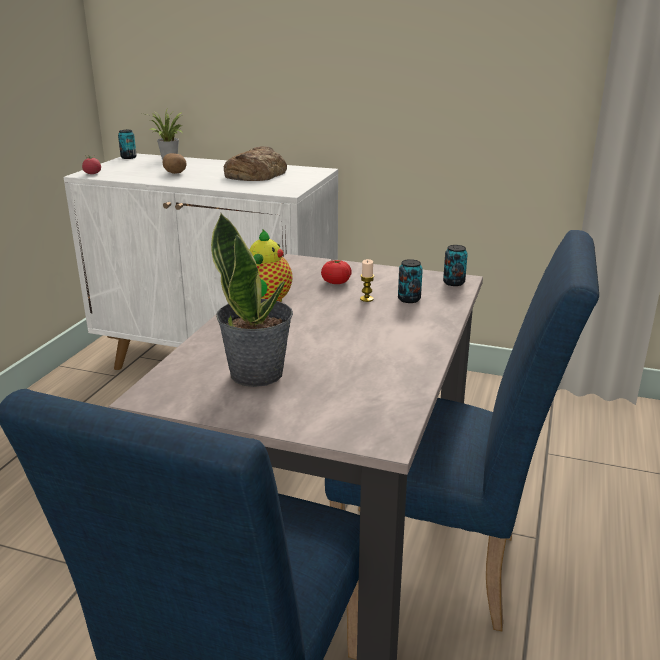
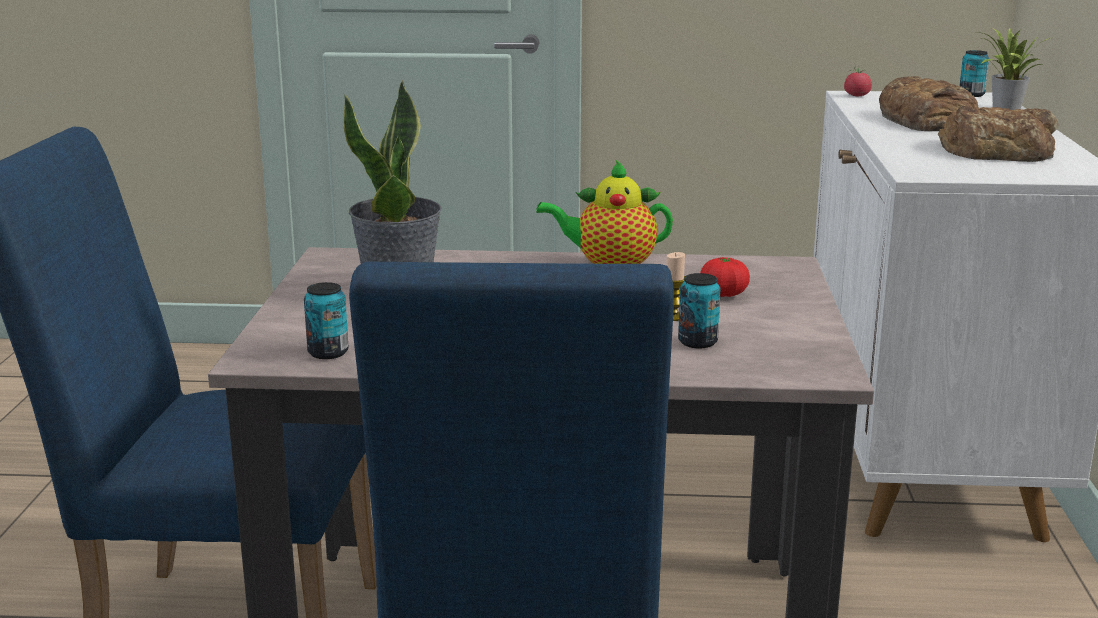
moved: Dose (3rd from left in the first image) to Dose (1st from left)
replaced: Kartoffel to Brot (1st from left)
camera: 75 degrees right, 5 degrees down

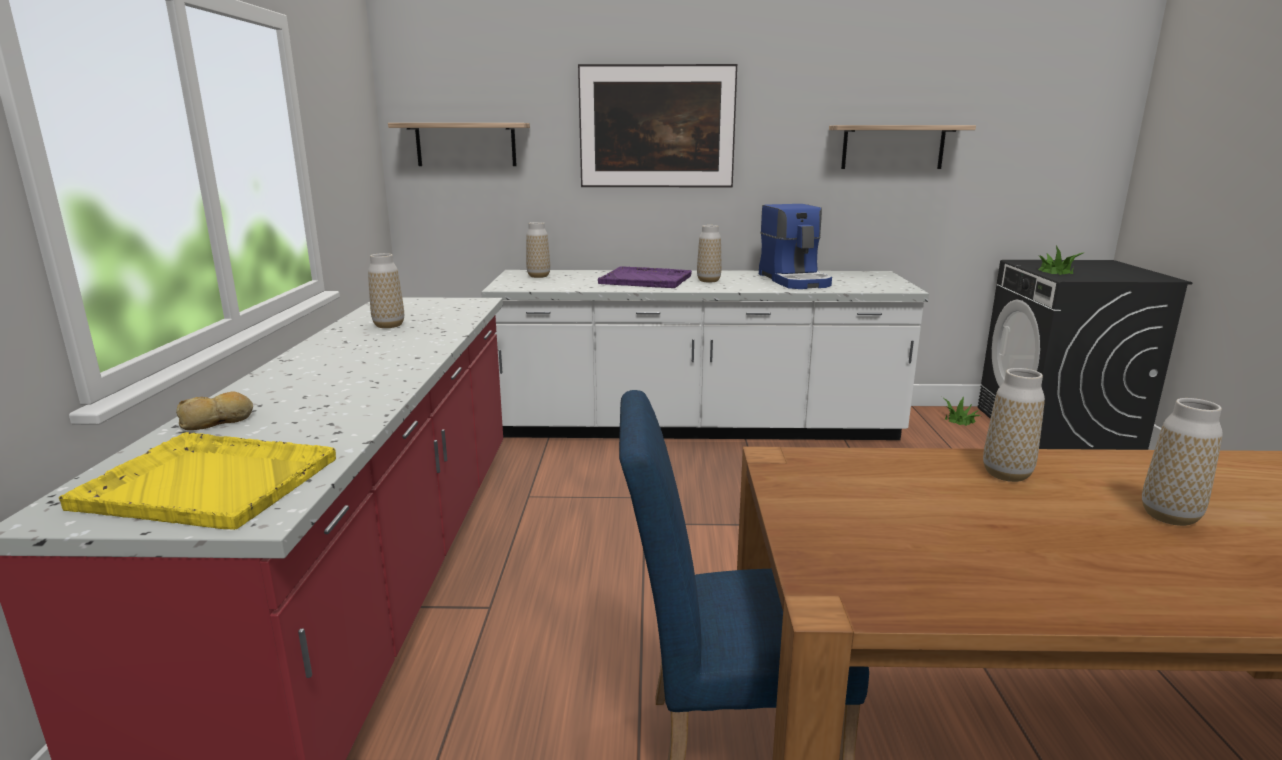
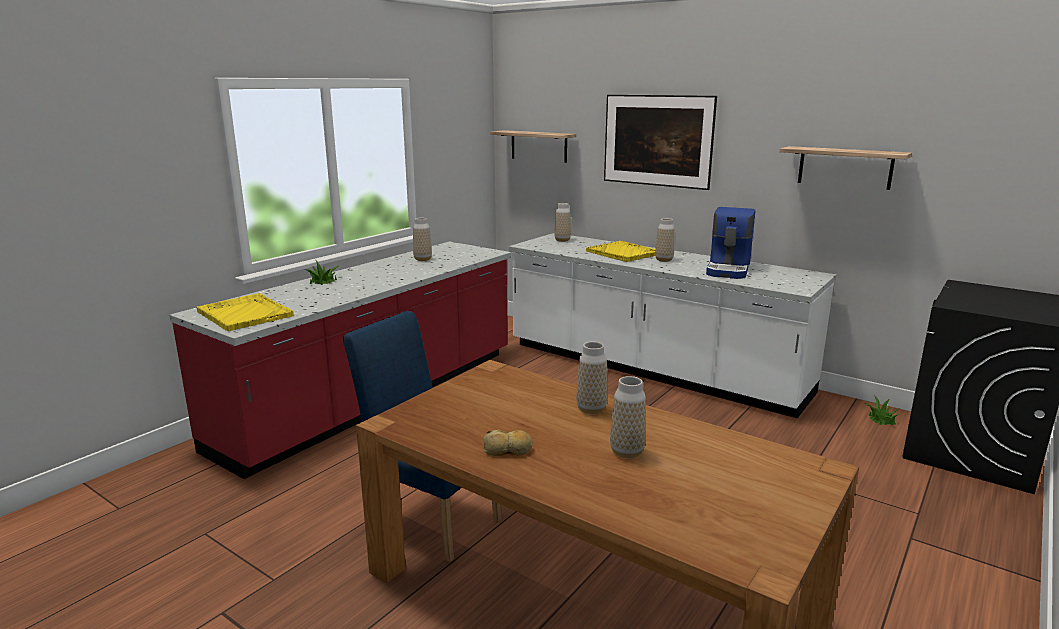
moved: Topfpflanze (2nd from left in the first image) to Topfpflanze (1st from left); Brot
recoloured: Tablett (lila) to Tablett (gelb) (2nd from left)
camera: 35 degrees right, 0 degrees up

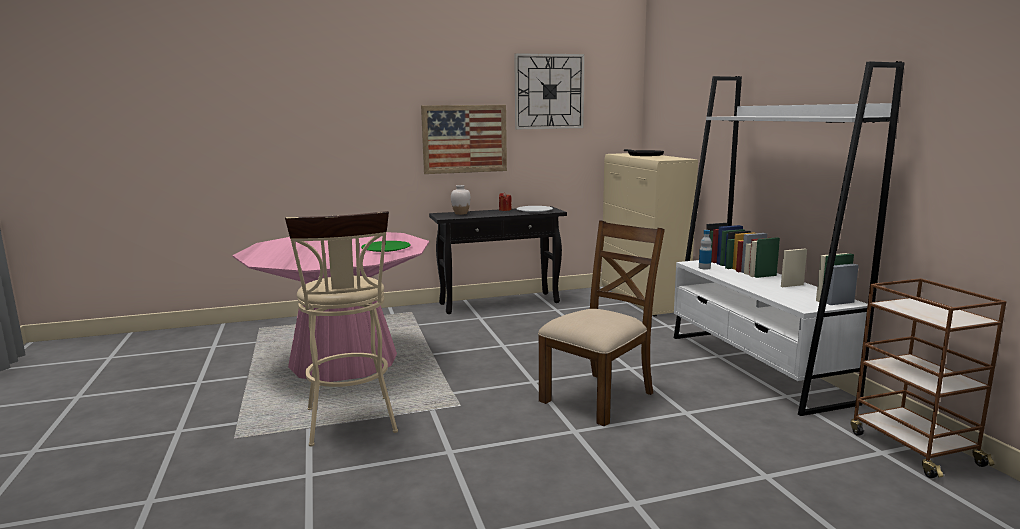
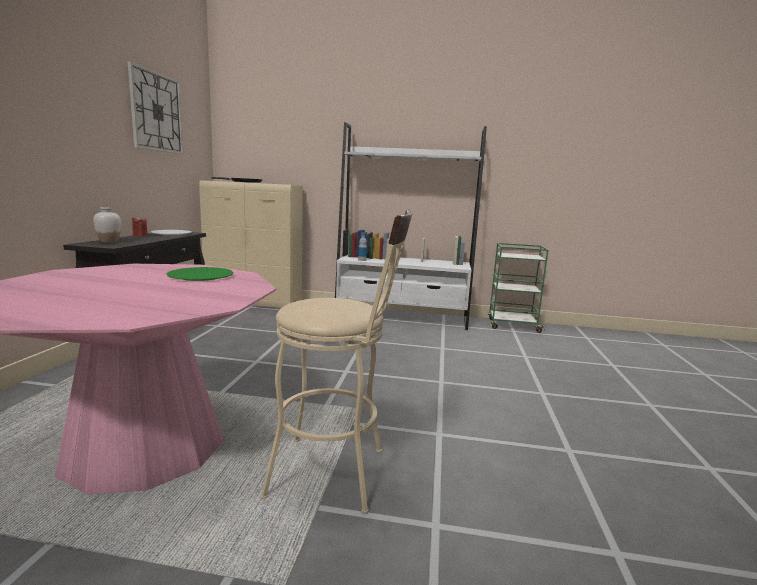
removed: Bild; Stuhl (braun)
recoloured: Rollwagen (braun) to Rollwagen (grün)
camera: 65 degrees left, 0 degrees up

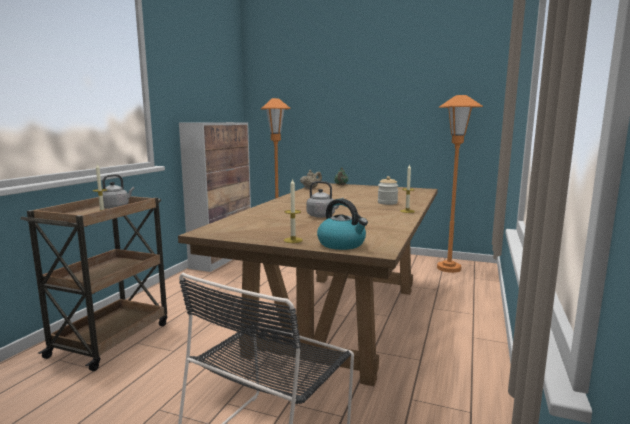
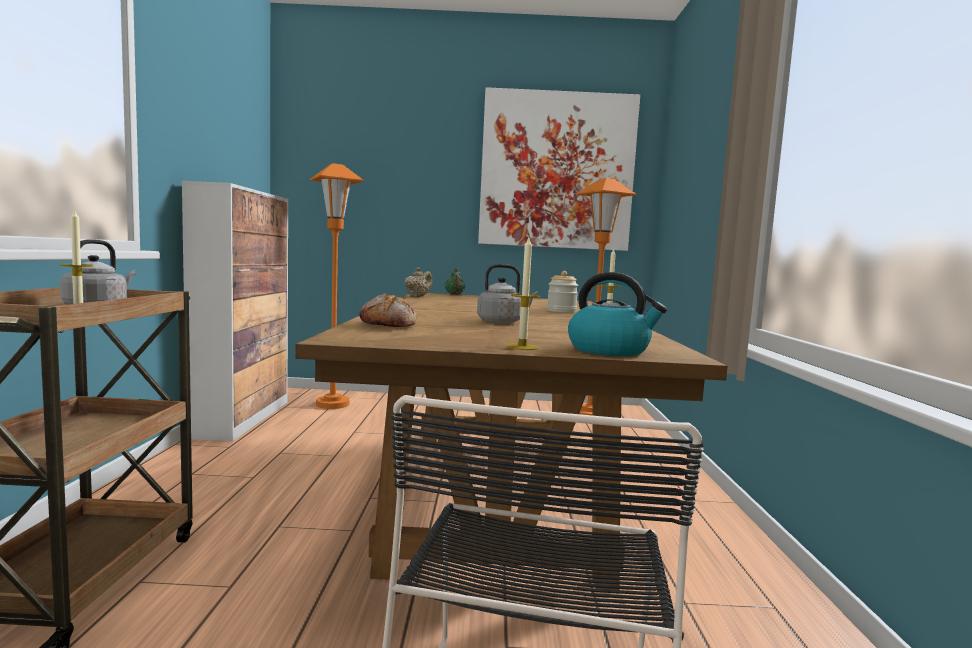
added: Brot; Bild
camera: 20 degrees left, 5 degrees down

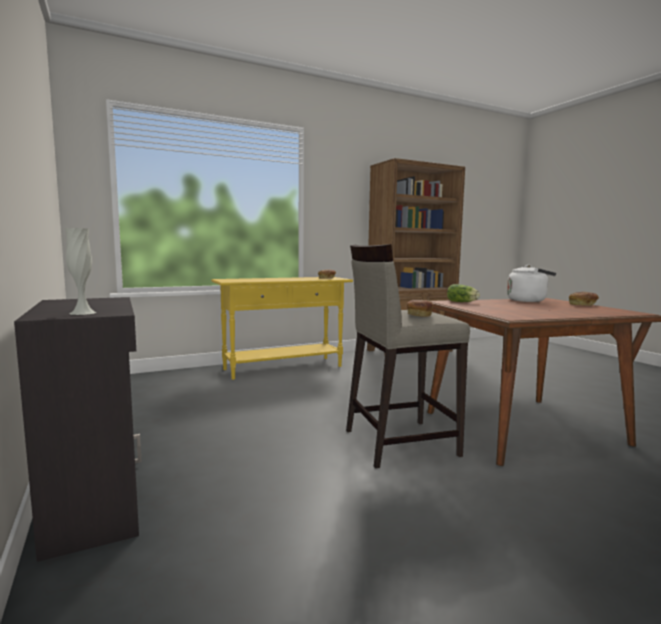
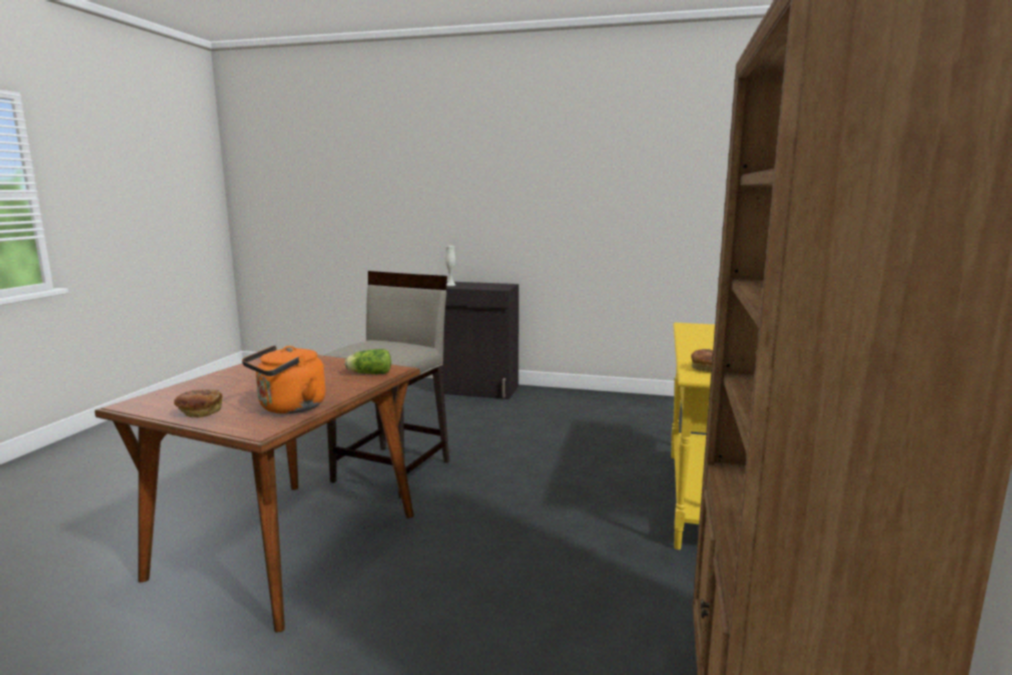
removed: Brot (2nd from left)
recoloured: Wasserkessel (weiß) to Wasserkessel (orange)
camera: 130 degrees right, 5 degrees up

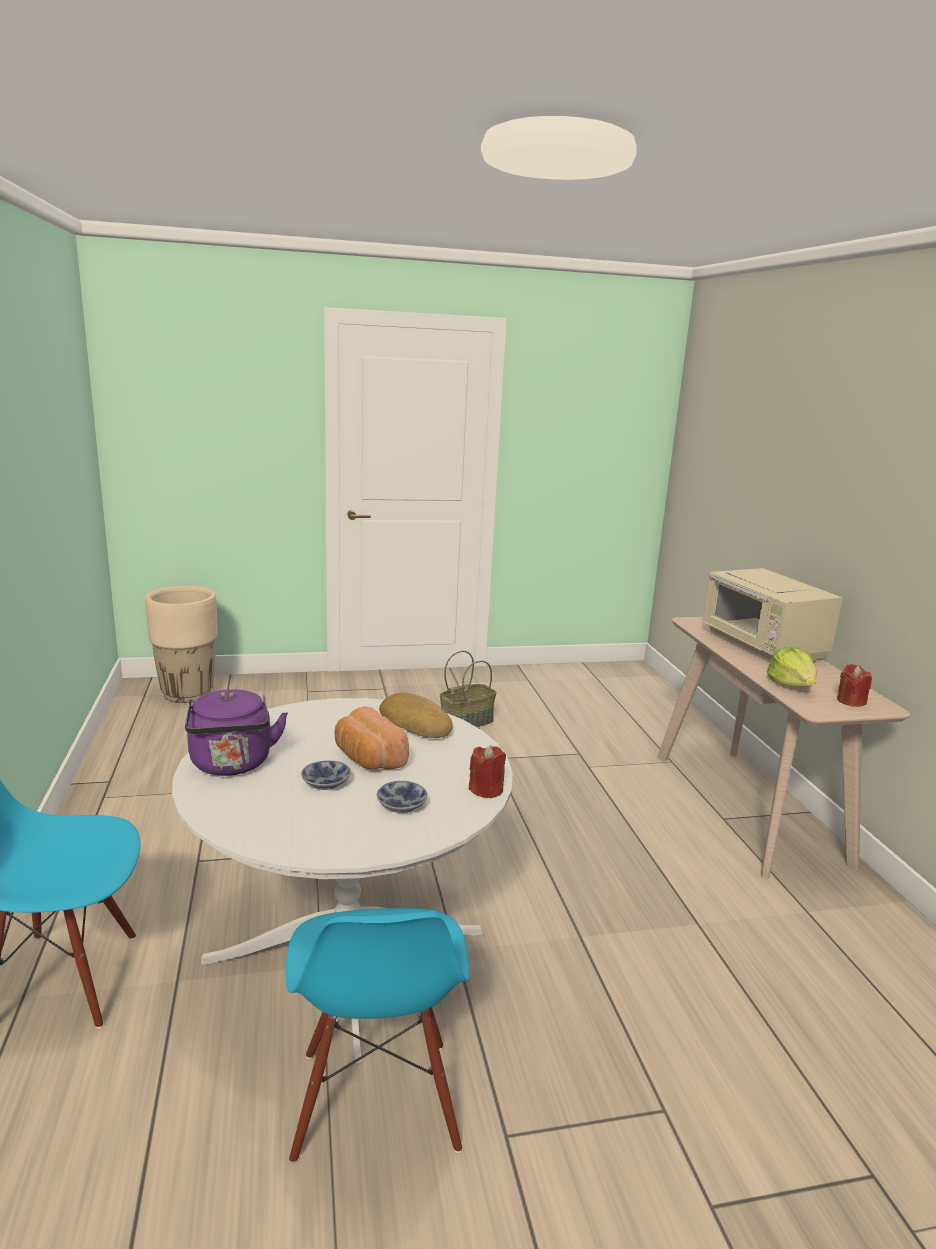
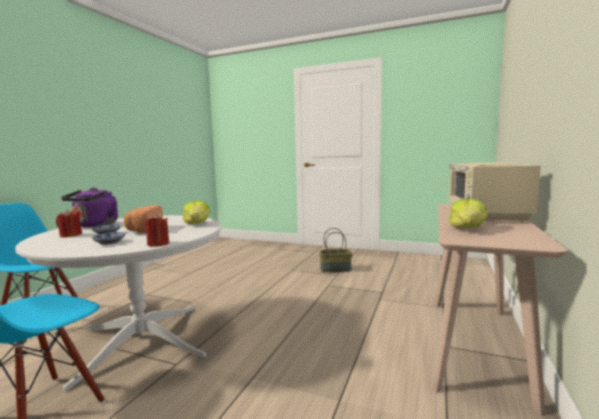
removed: Pflanzkübel (beige)
moved: Kerze (rot) (2nd from left in the first image) to Kerze (rot) (1st from left)
replaced: Brot (2nd from left) to Salatkopf (1st from left)
camera: 35 degrees right, 10 degrees down

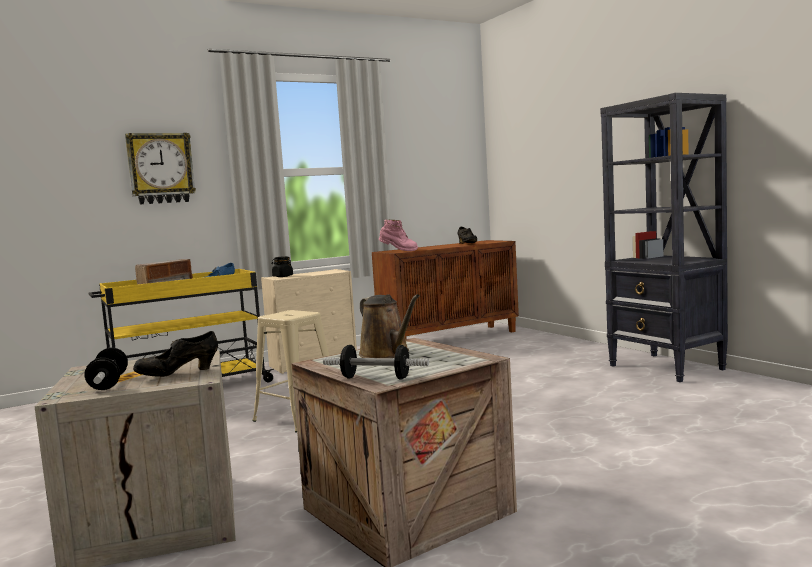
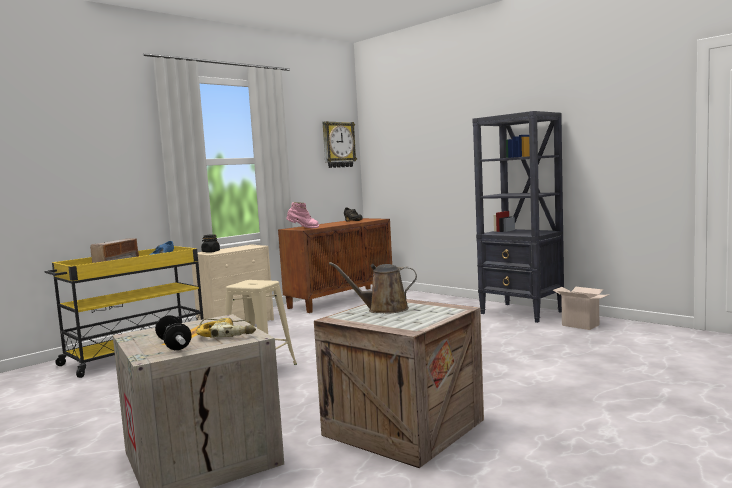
removed: Hantel (2nd from left)
added: Karton
moved: Wanduhr
replaced: Schuh (schwarz) (1st from left) to Bohrmaschine
turned: Gießkanne (braun) 135 degrees clockwise
camera: 15 degrees left, 0 degrees up

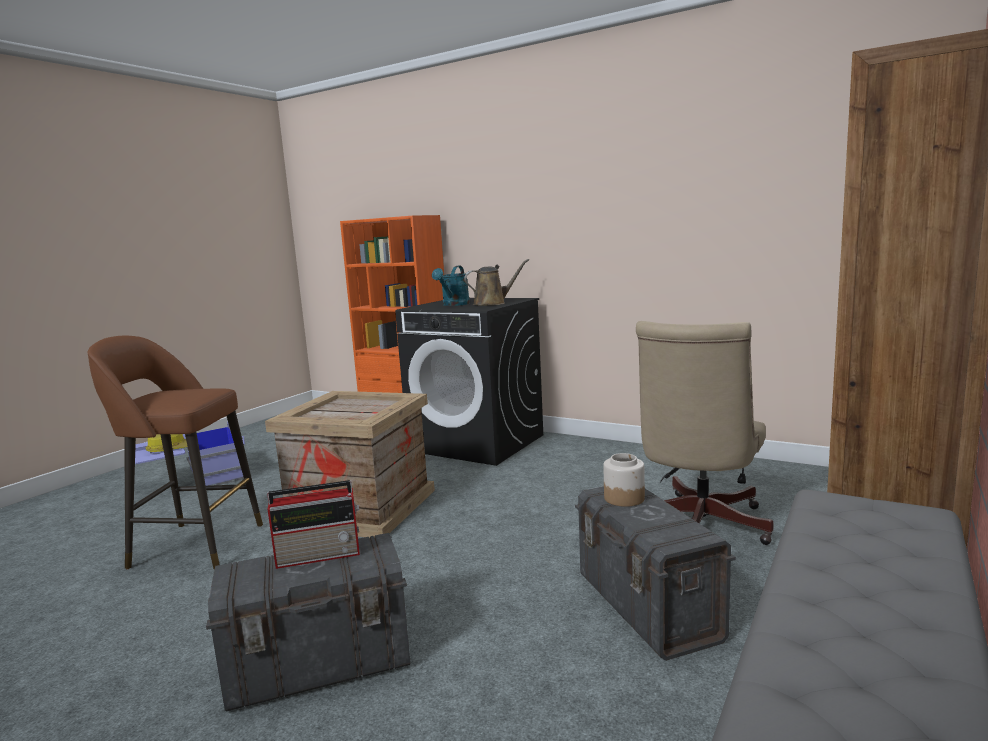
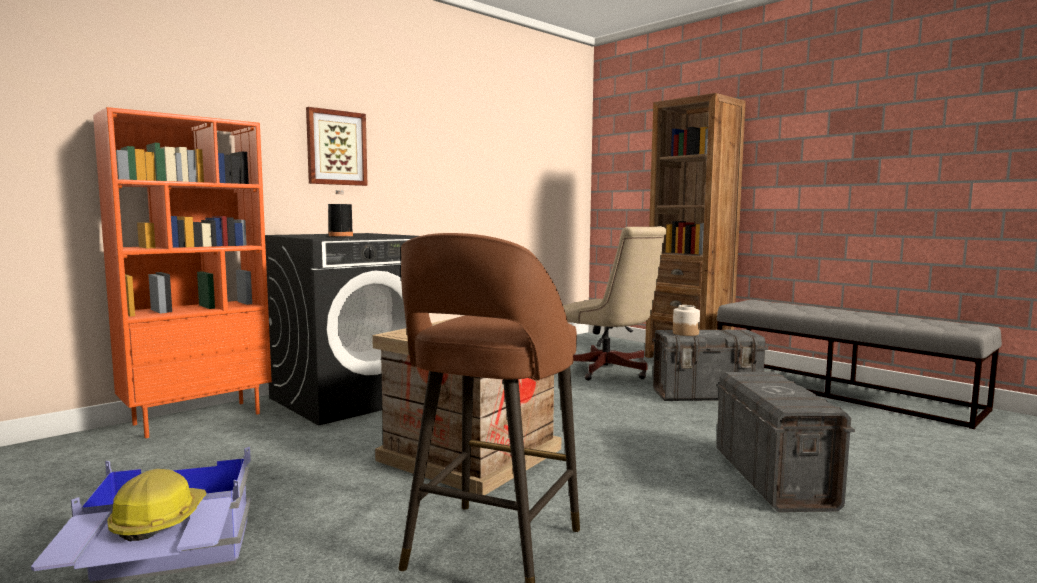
removed: Radio; Gießkanne (braun)
added: Bild
replaced: Gießkanne (türkis) to Flasche (schwarz)
camera: 75 degrees left, 5 degrees down

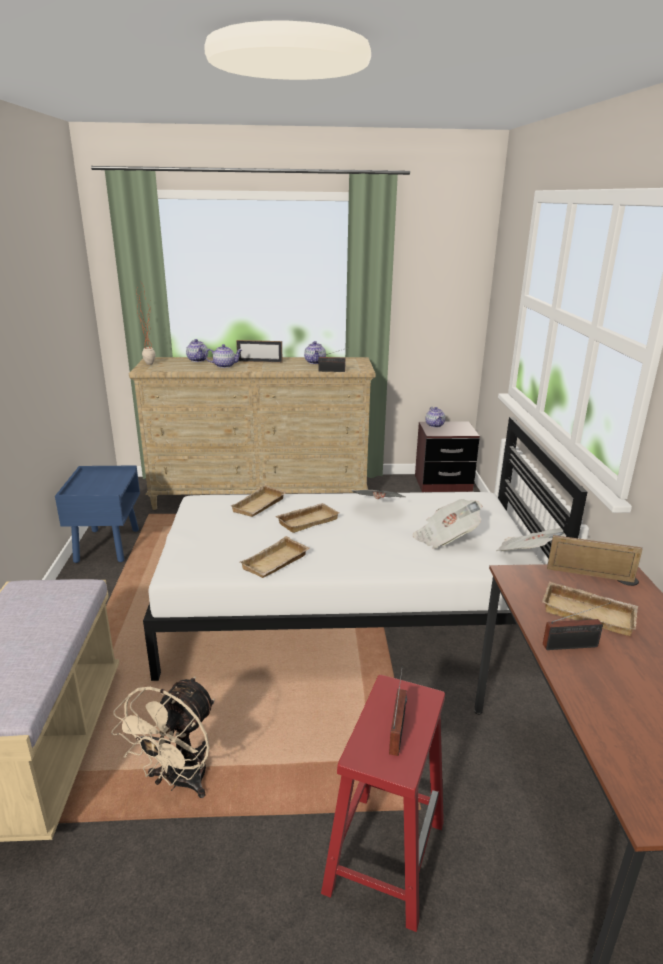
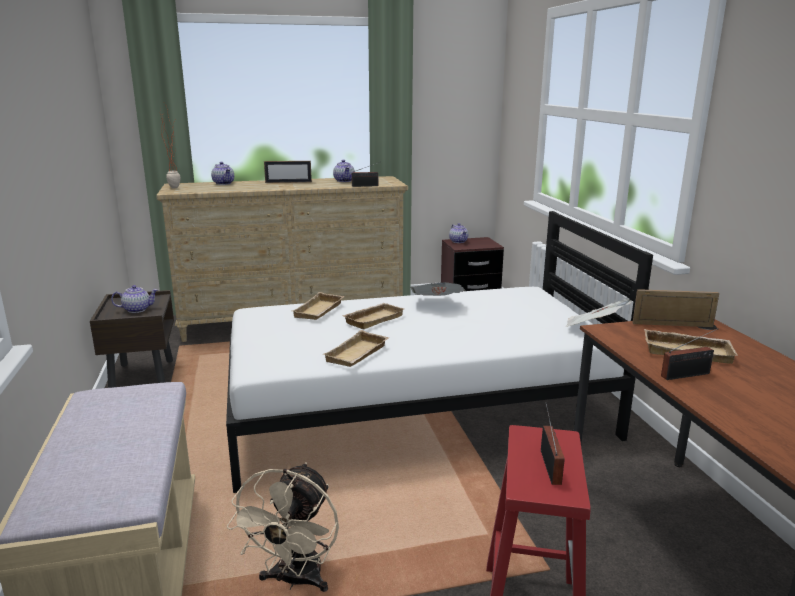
removed: Zeitung (2nd from left)
moved: Teekanne (2nd from left in the first image) to Teekanne (1st from left)
recoloured: Nachttisch (blau) to Nachttisch (braun) (1st from left)
camera: 10 degrees left, 5 degrees down

